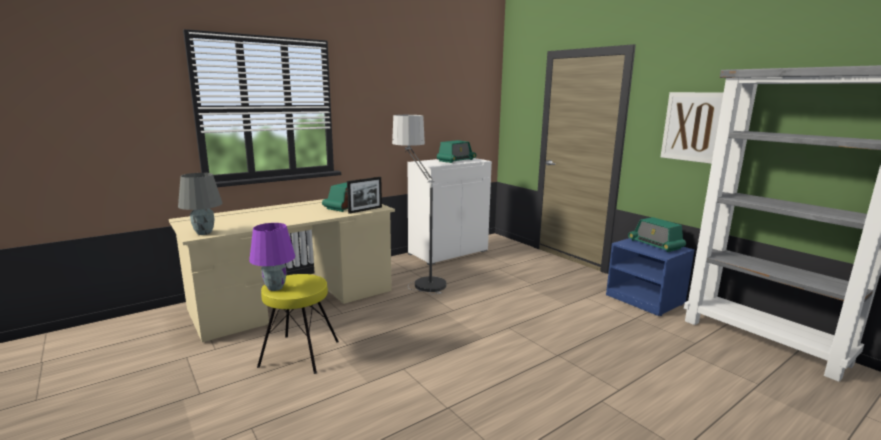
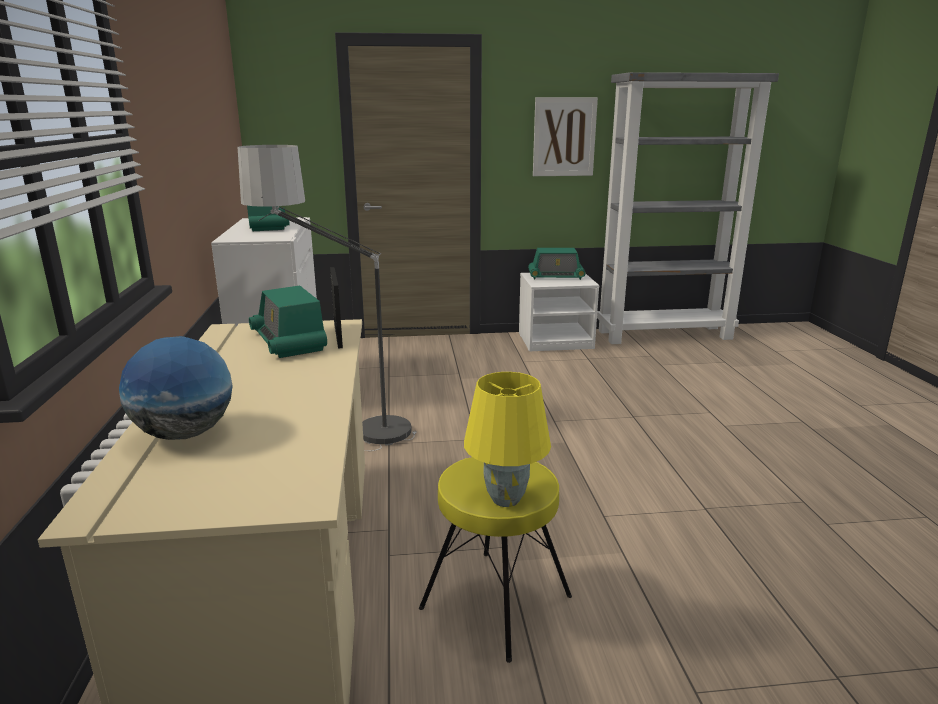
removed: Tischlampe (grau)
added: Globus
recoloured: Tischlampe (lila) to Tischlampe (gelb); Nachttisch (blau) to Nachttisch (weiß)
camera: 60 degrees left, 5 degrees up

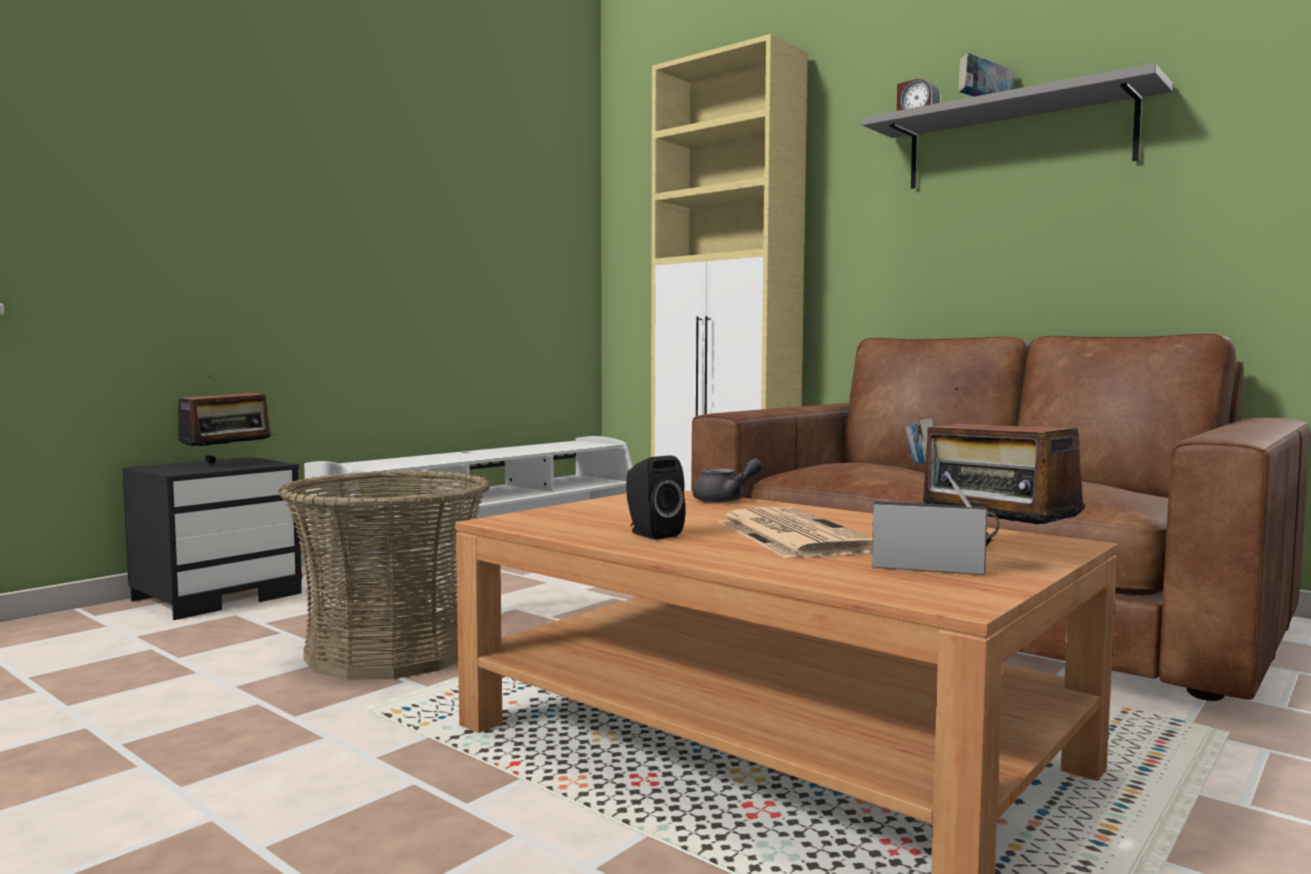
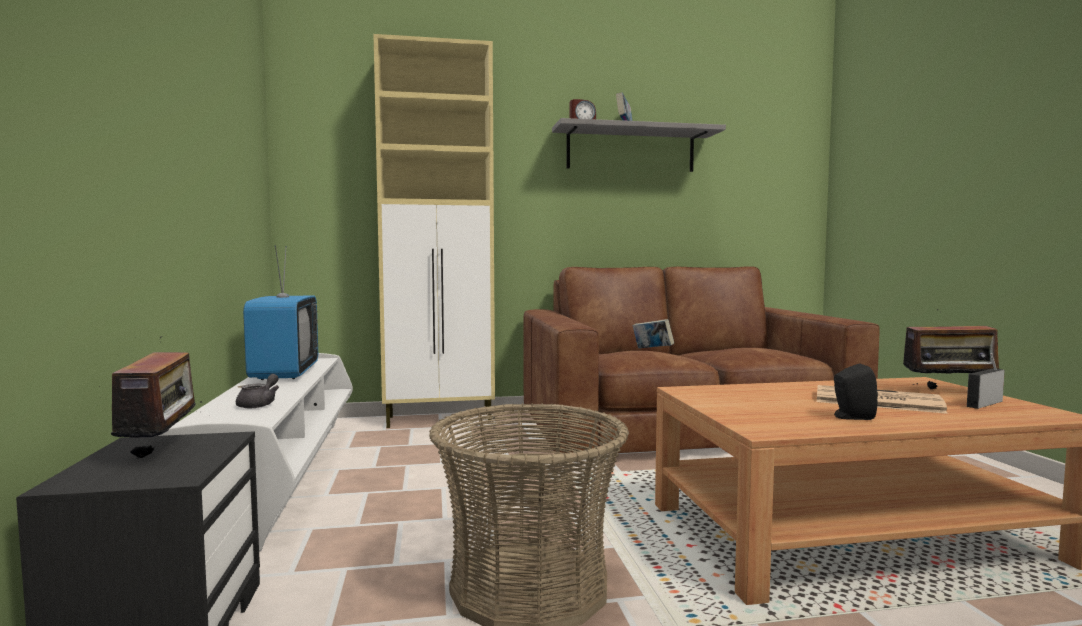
added: Fernseher
moved: Teekanne (grau)
camera: 50 degrees left, 0 degrees up

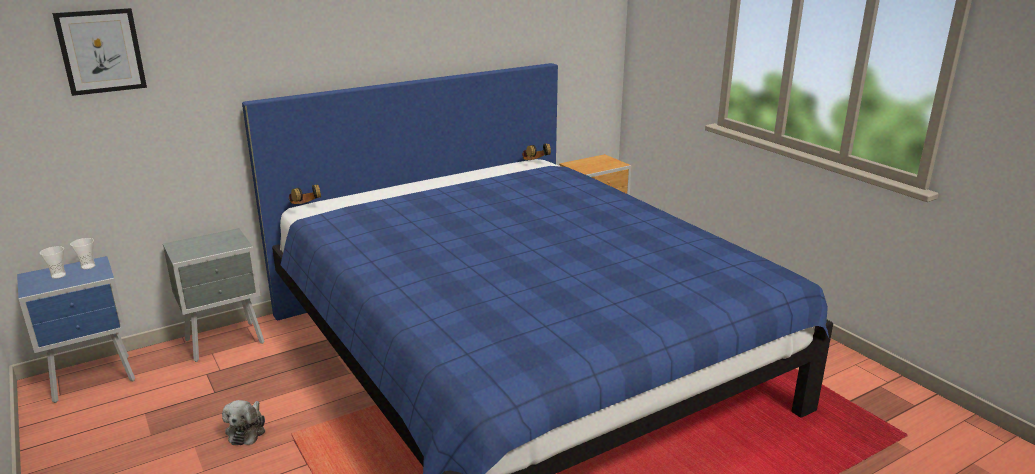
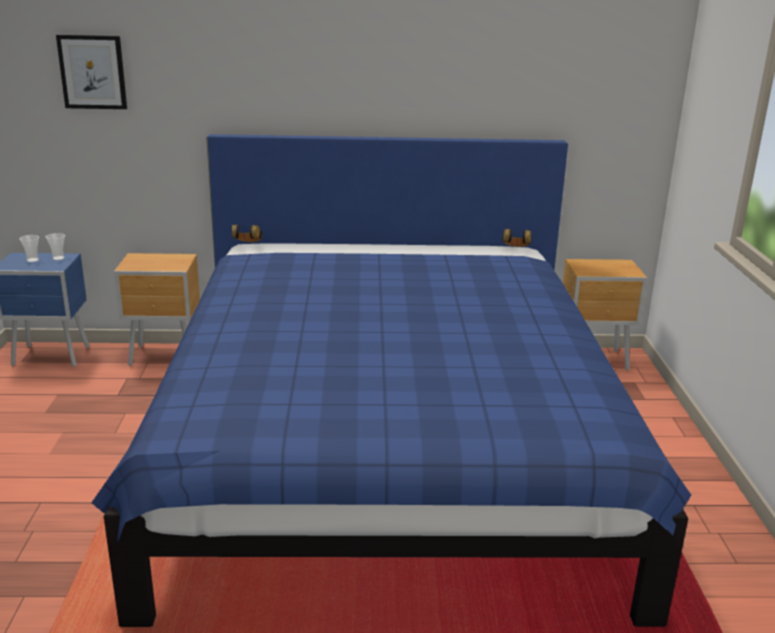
removed: Plüschtier
recoloured: Nachttisch (grau) to Nachttisch (braun) (1st from left)
camera: 30 degrees right, 0 degrees up

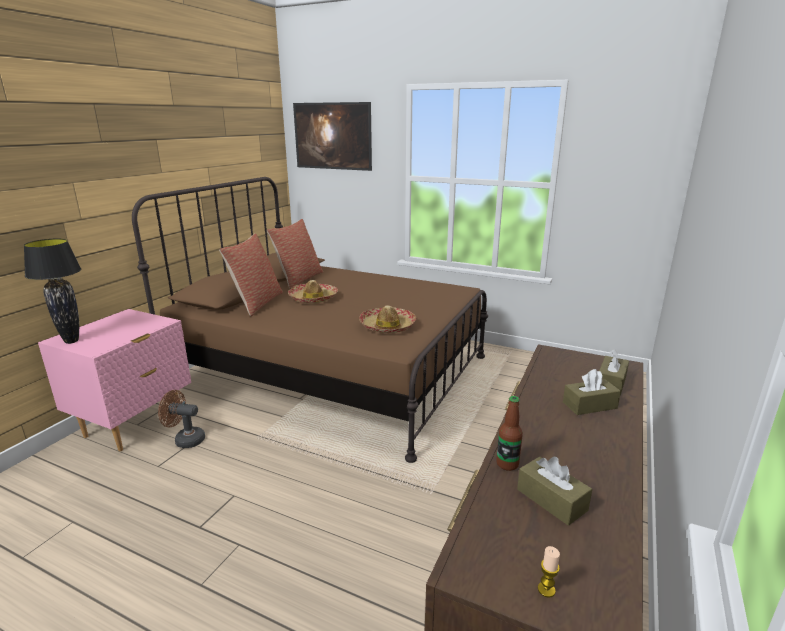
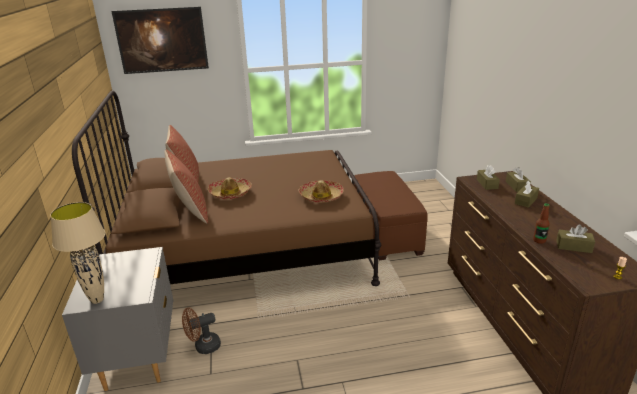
added: Polsterhocker (braun); Taschentuchbox (braun) (1st from left)
recoloured: Tischlampe (schwarz) to Tischlampe (beige); Nachttisch (rosa) to Nachttisch (grau)
camera: 35 degrees left, 5 degrees up

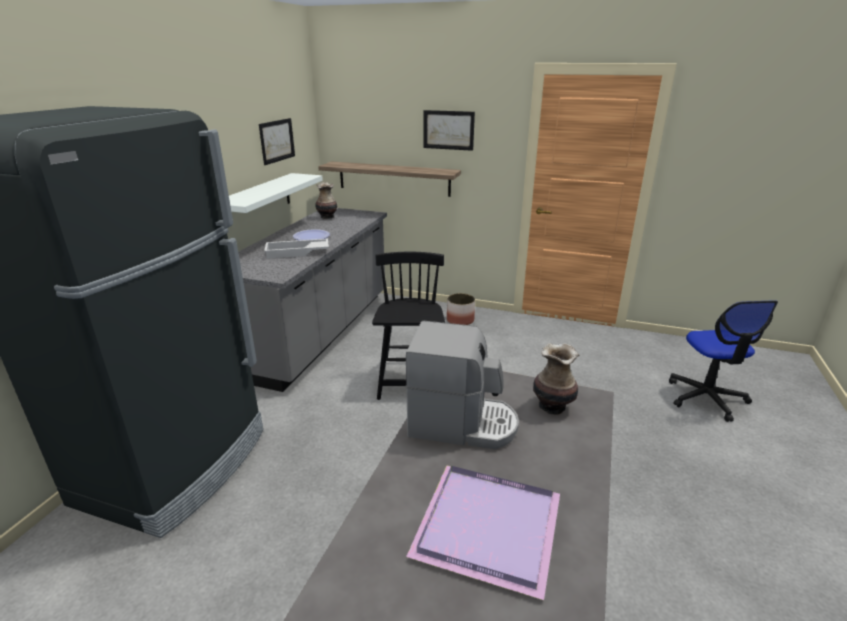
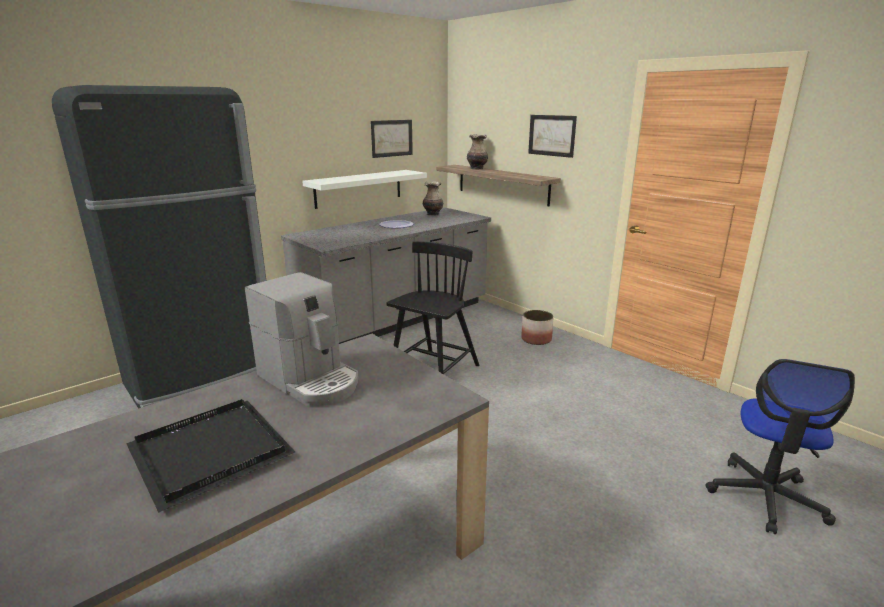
removed: Tablett (weiß)
moved: Vase (2nd from left)
recoloured: Tablett (lila) to Tablett (schwarz)
camera: 30 degrees right, 5 degrees down

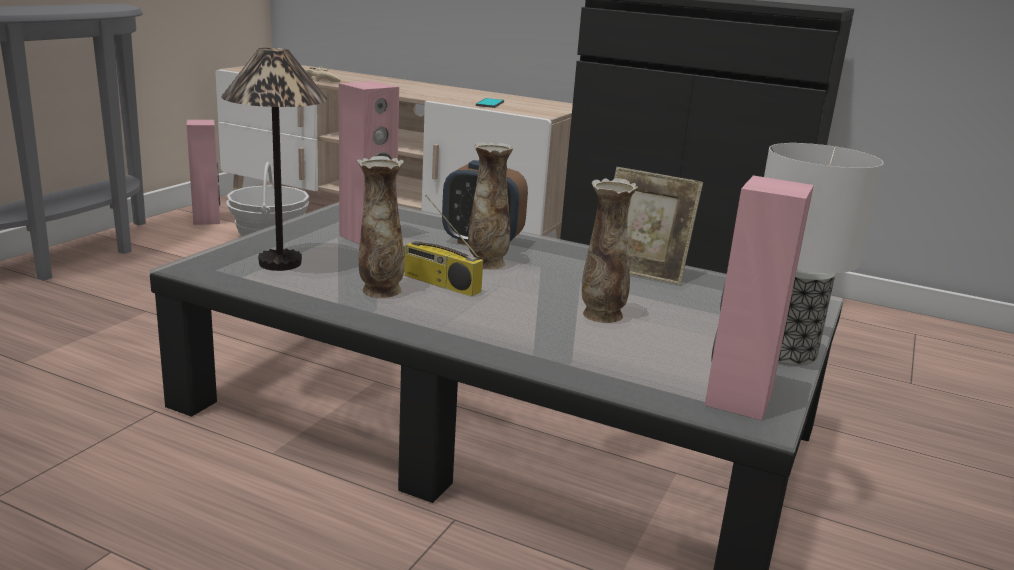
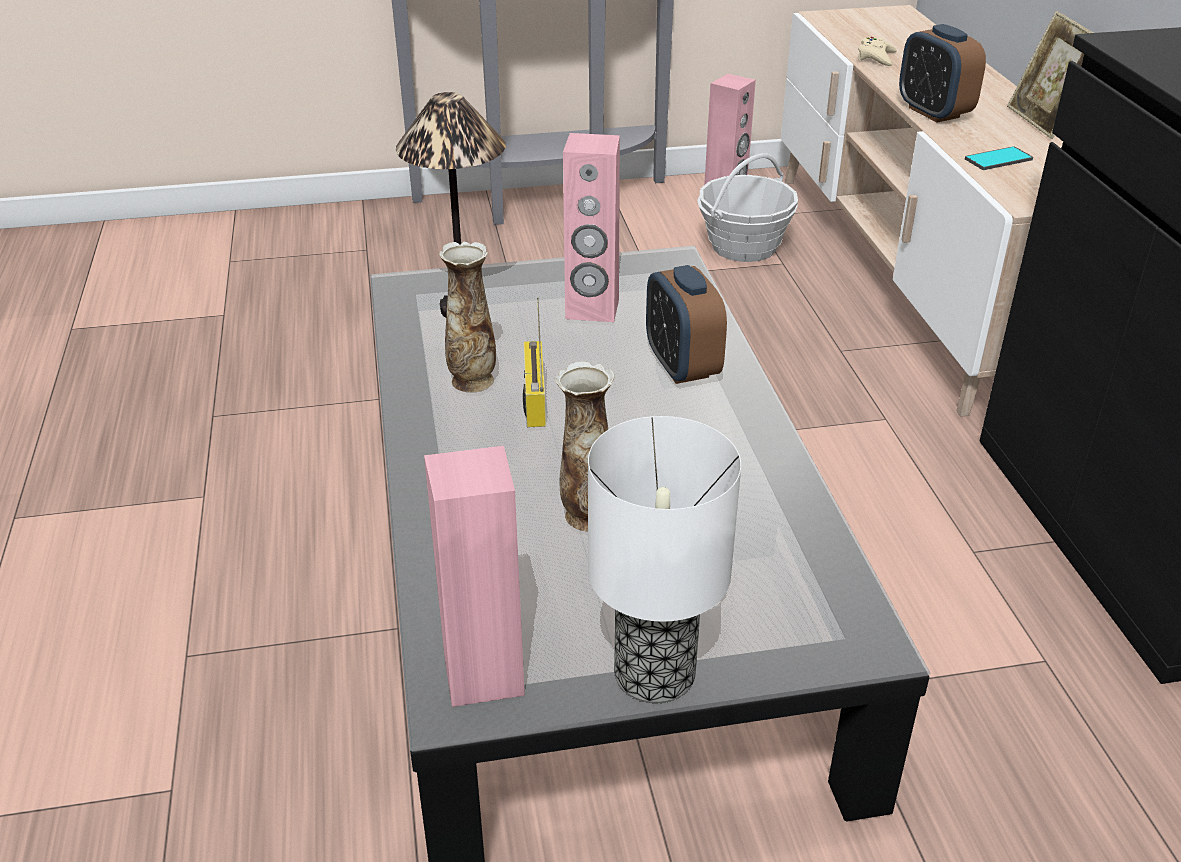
removed: Vase (2nd from left)
added: Wecker (2nd from left)
moved: Bilderrahmen
camera: 55 degrees right, 15 degrees up

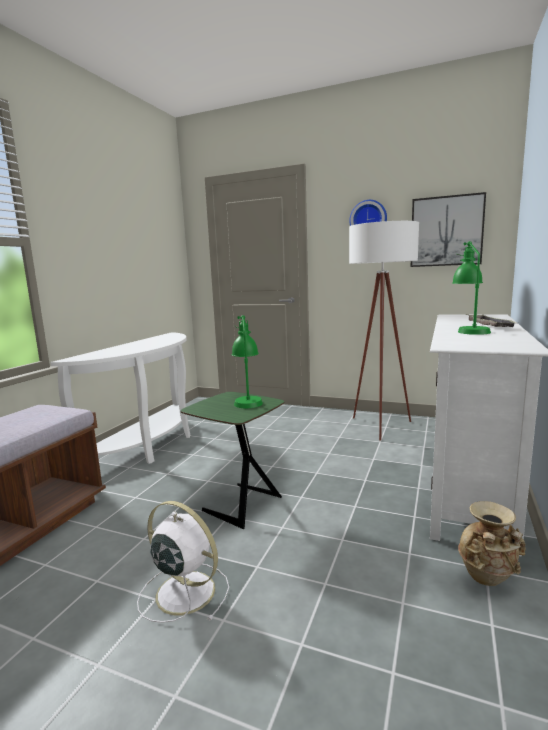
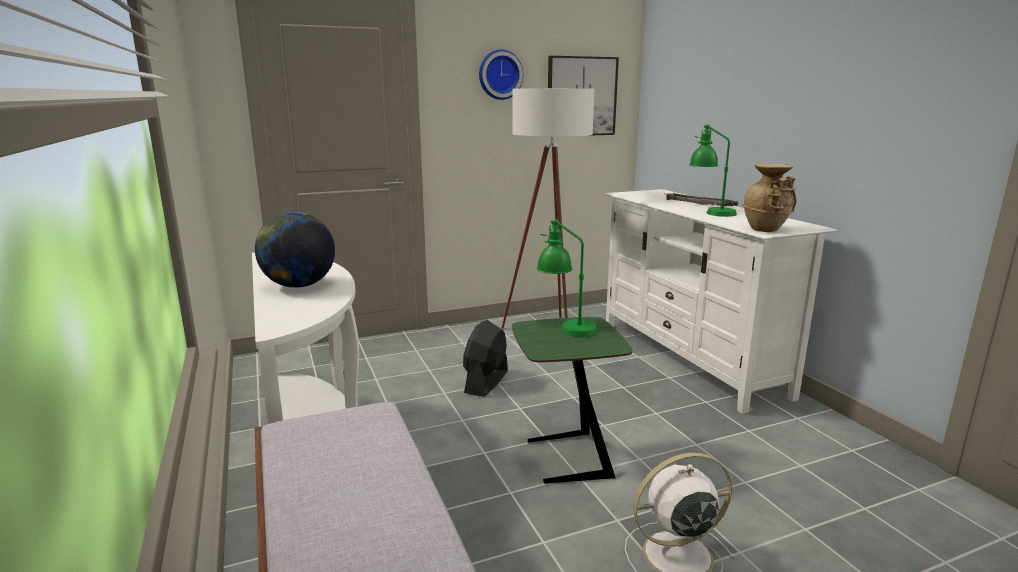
added: Globus; Ventilator (schwarz)
moved: Vase (beige)
camera: 45 degrees left, 5 degrees up

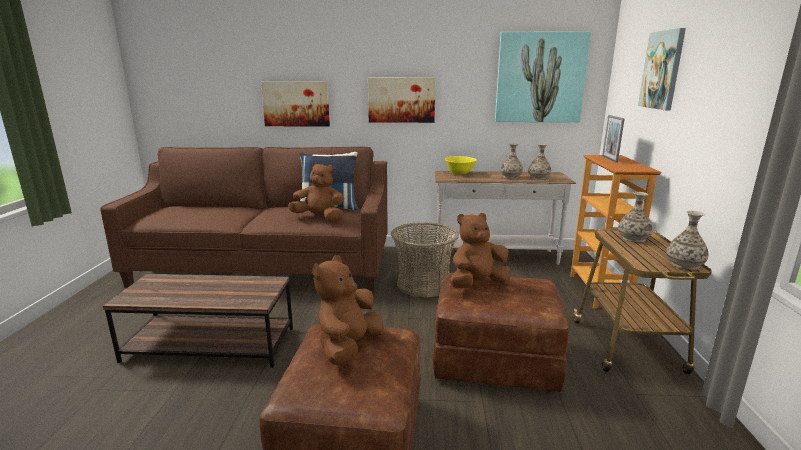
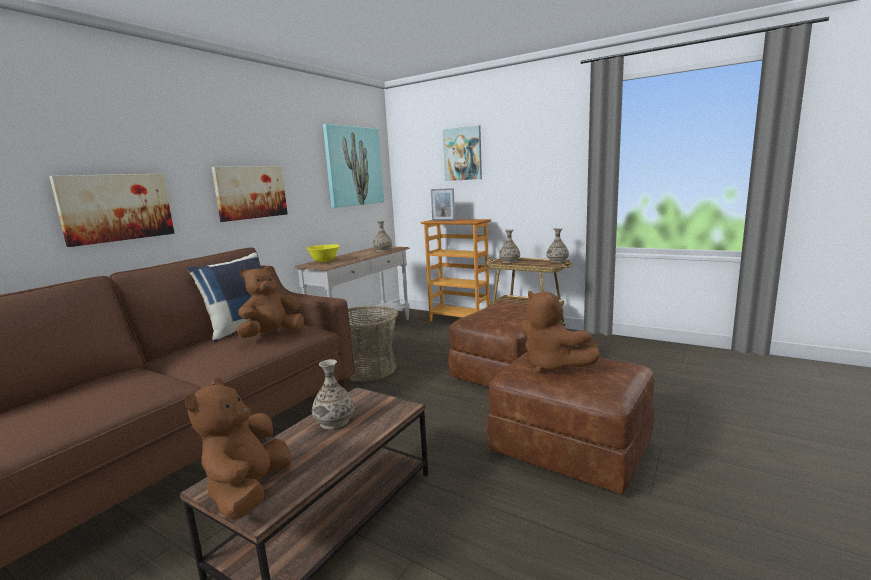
moved: Plüschtier (braun) (3rd from left in the first image) to Plüschtier (braun) (1st from left); Vase (1st from left)
camera: 60 degrees left, 5 degrees down

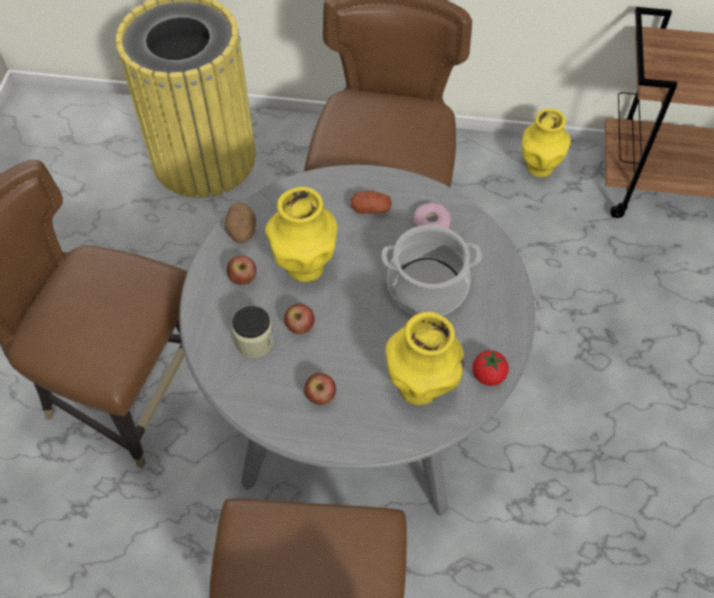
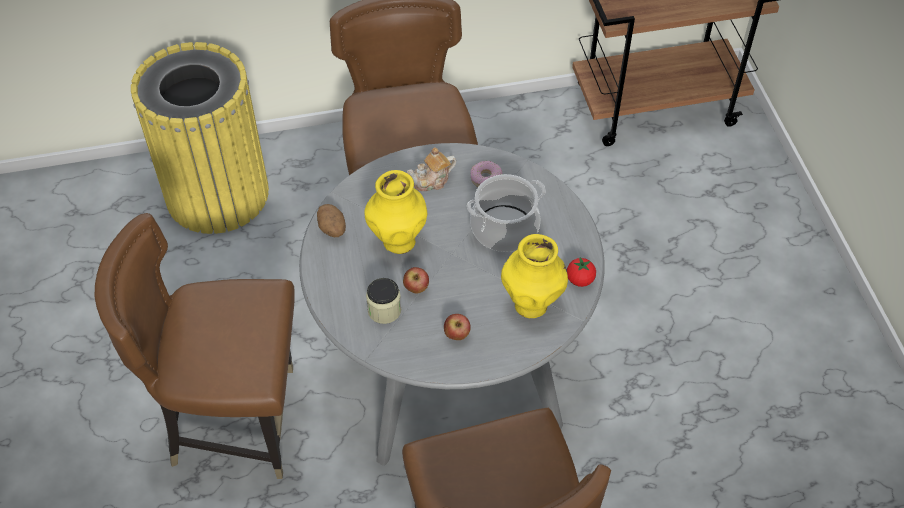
removed: Apfel (1st from left); Vase (gelb) (3rd from left)
replaced: Kartoffel (2nd from left) to Teekanne
camera: 20 degrees left, 5 degrees down

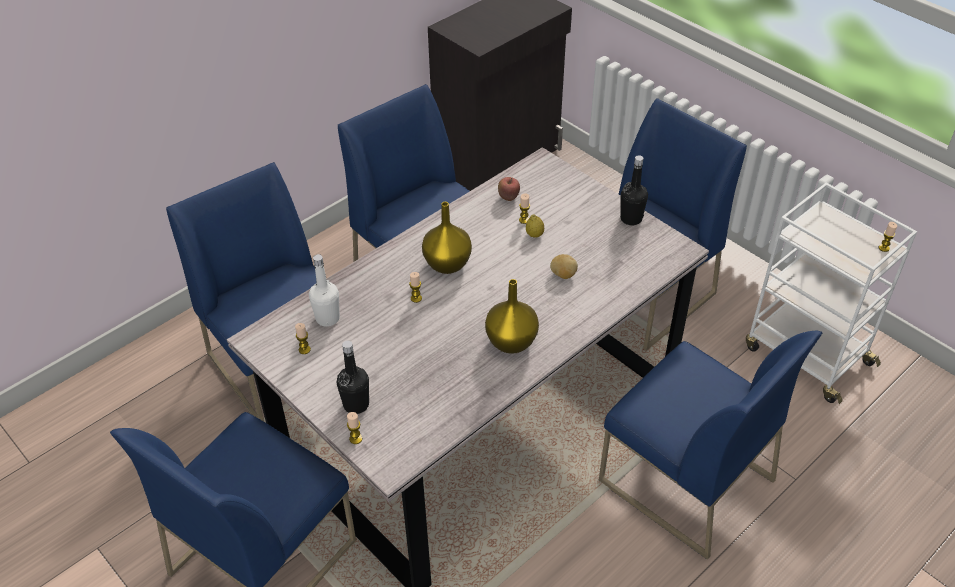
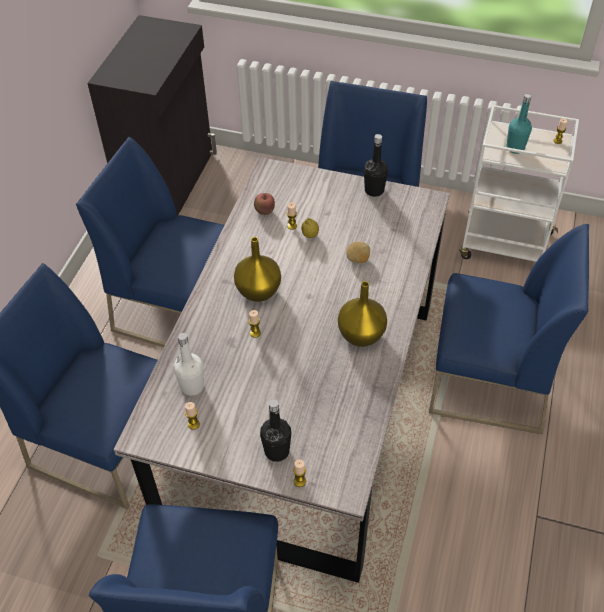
added: Flasche (türkis)
camera: 30 degrees left, 5 degrees up

